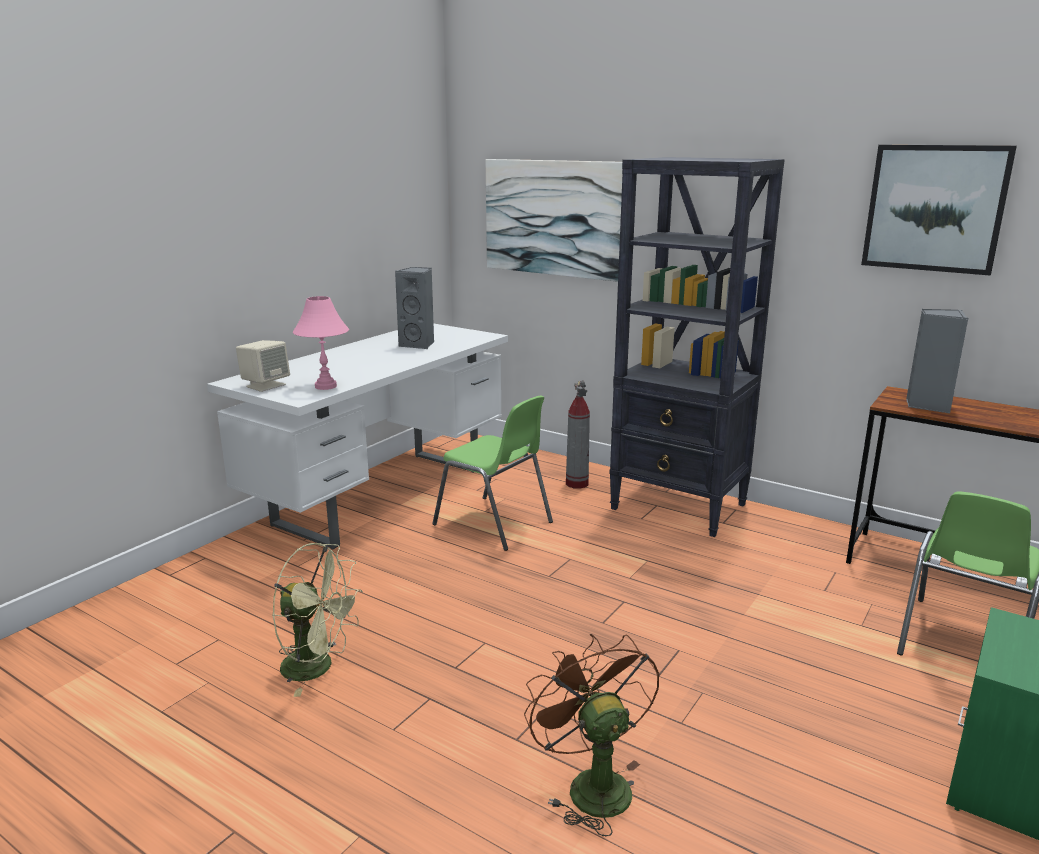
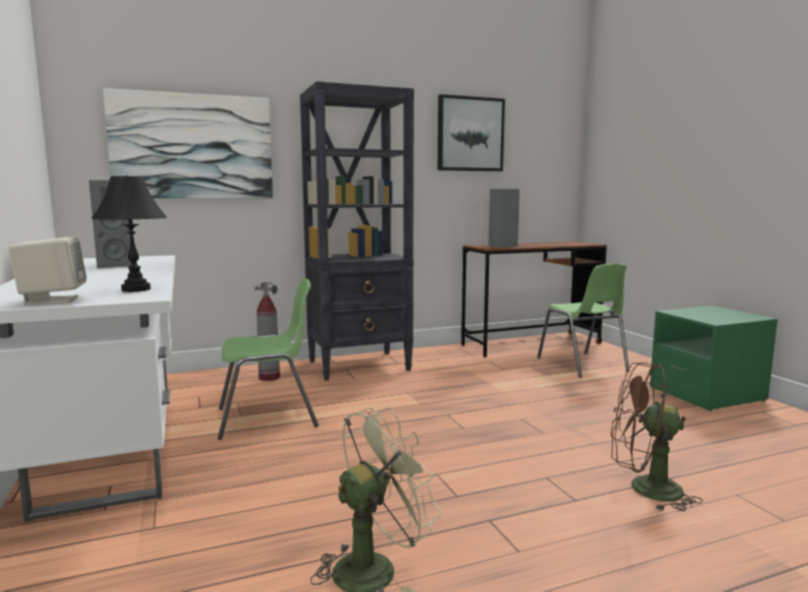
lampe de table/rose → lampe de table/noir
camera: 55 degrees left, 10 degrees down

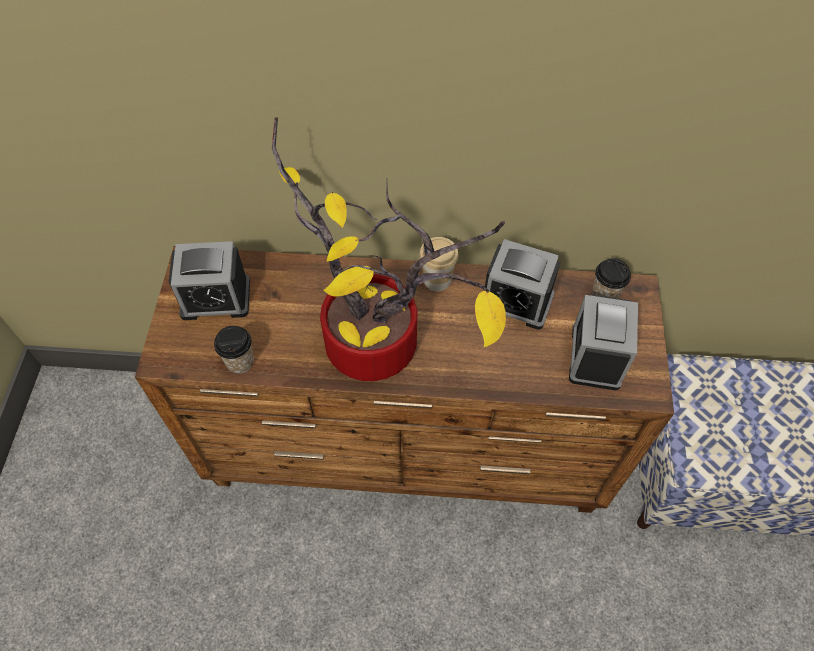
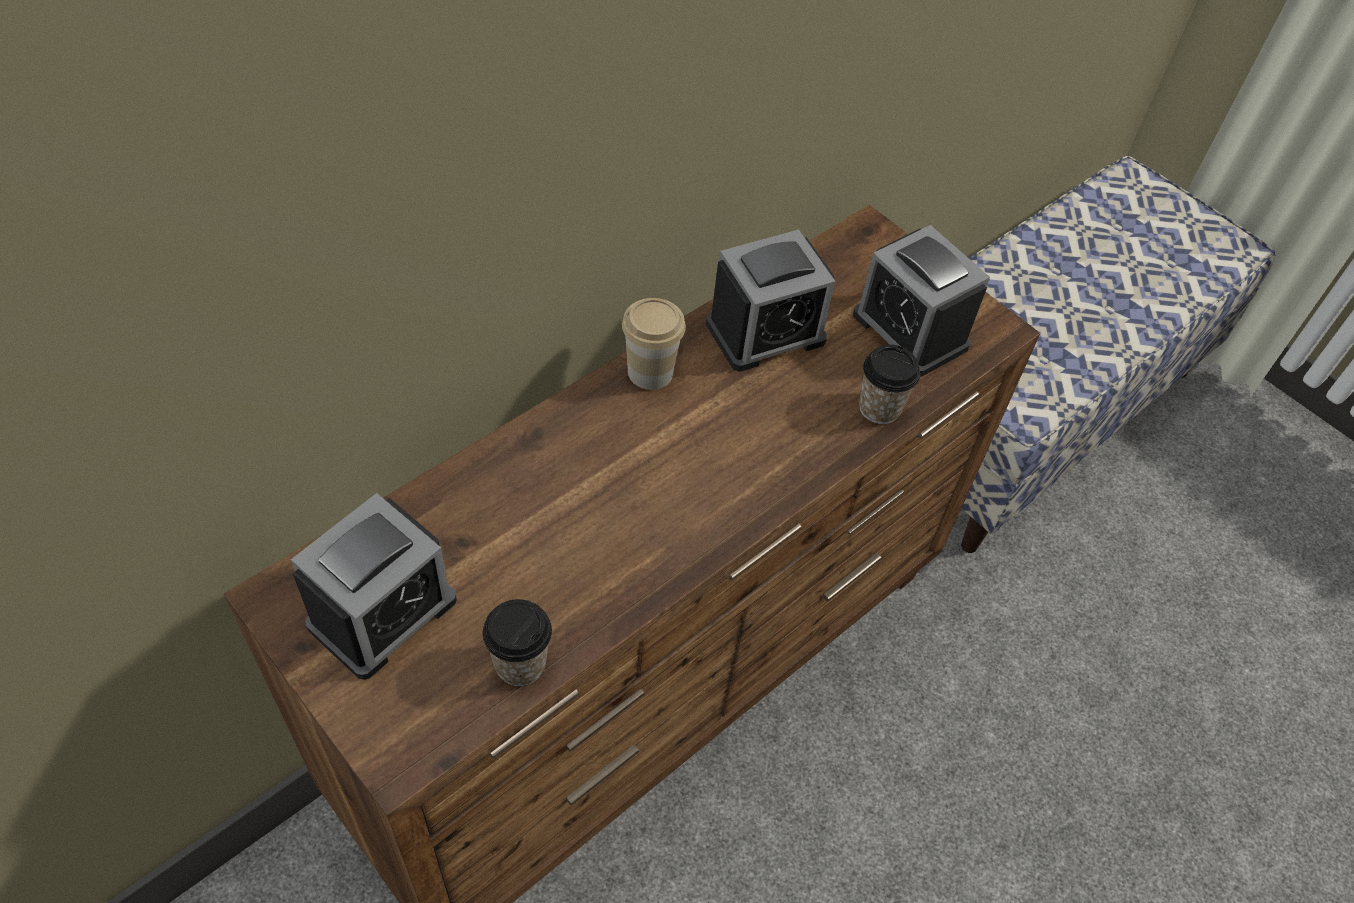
plante en pot → -
tasse (3rd from left), move
camera: 50 degrees left, 5 degrees down

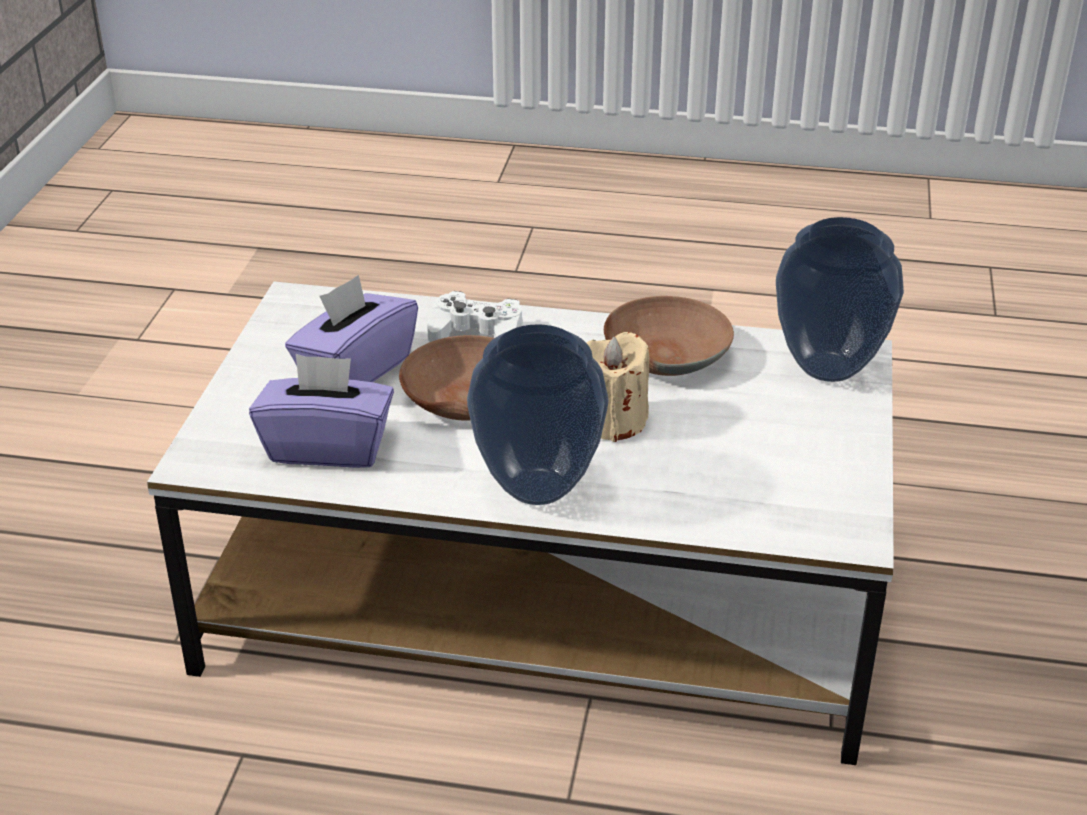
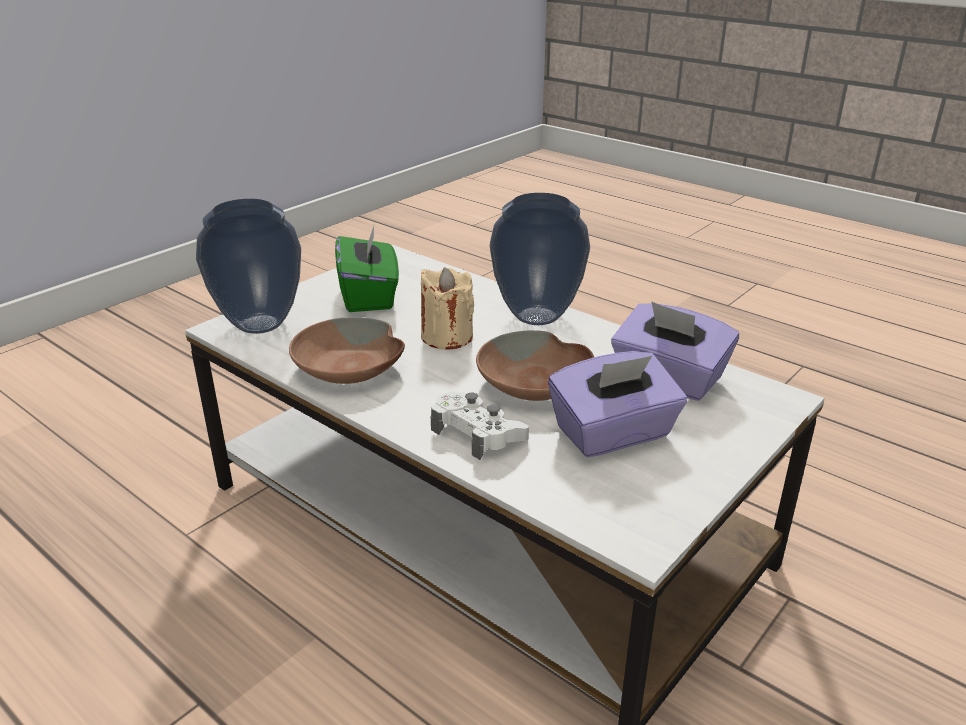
- → boîte à mouchoirs/vert
camera: 150 degrees left, 5 degrees down

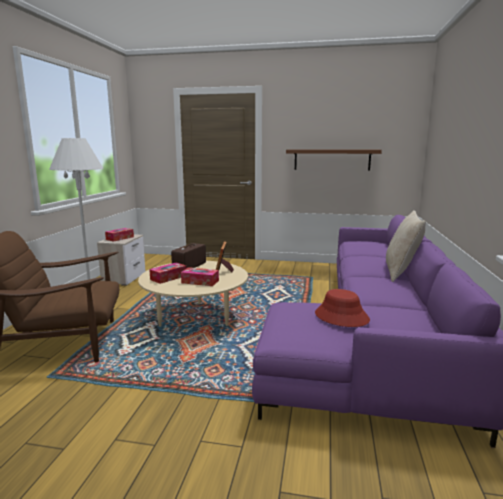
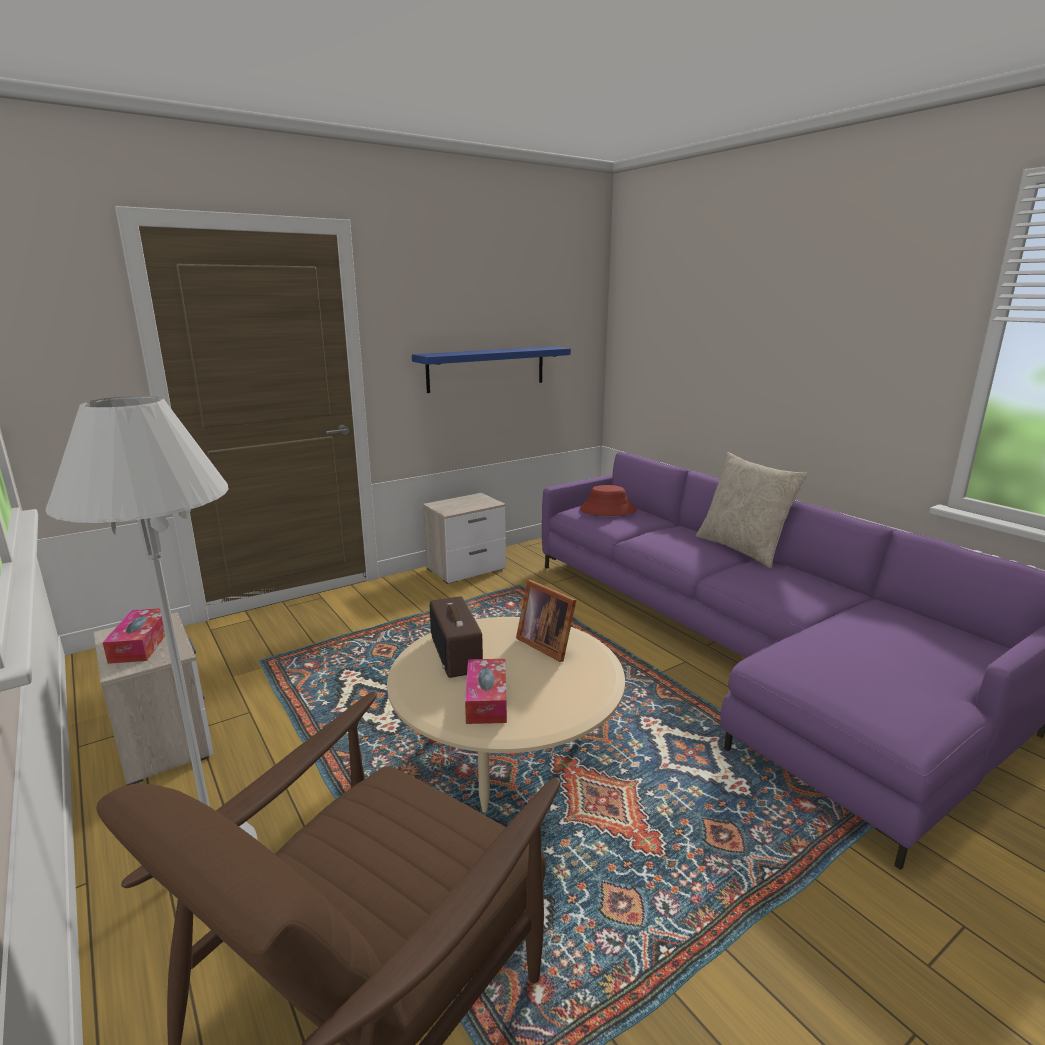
étagère/marron → étagère/bleu
boîte à mouchoirs (3rd from left) → -
chapeau/rouge, move
- → table de chevet (2nd from left)
camera: 45 degrees left, 5 degrees up

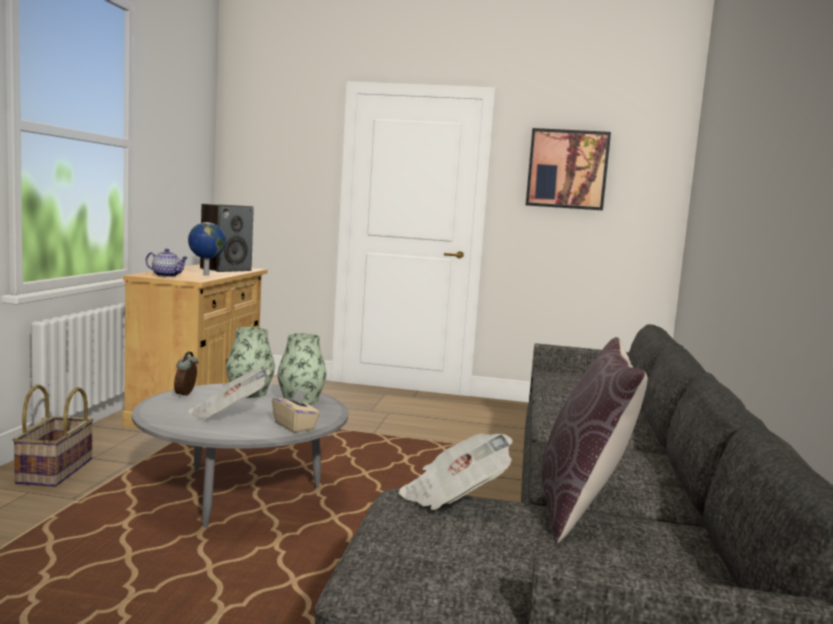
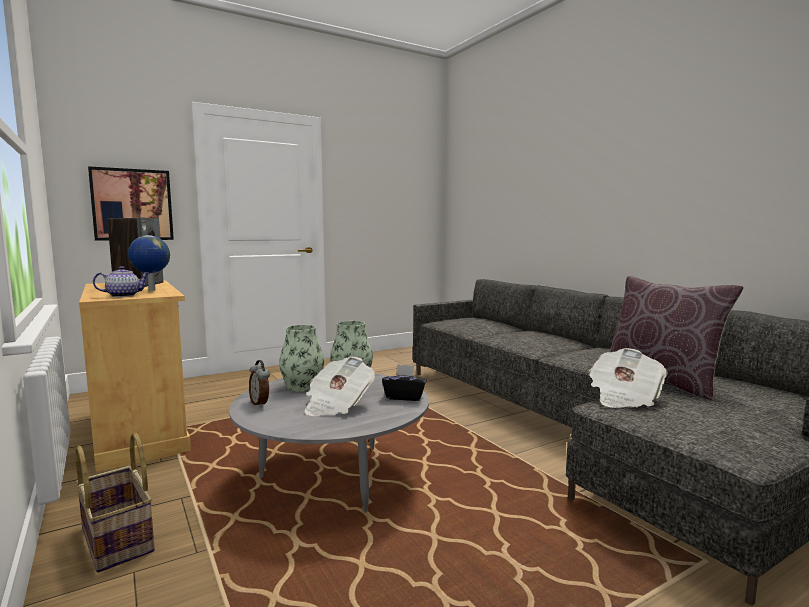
tableau, move
boîte à mouchoirs/beige → boîte à mouchoirs/noir
camera: 40 degrees left, 0 degrees up

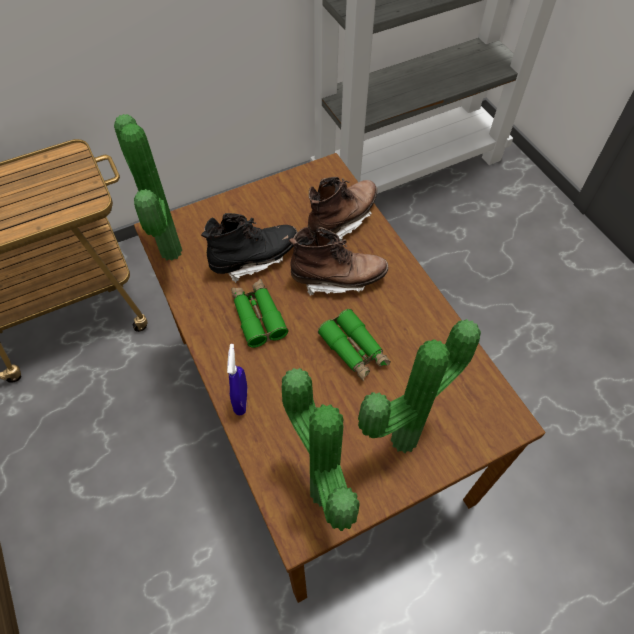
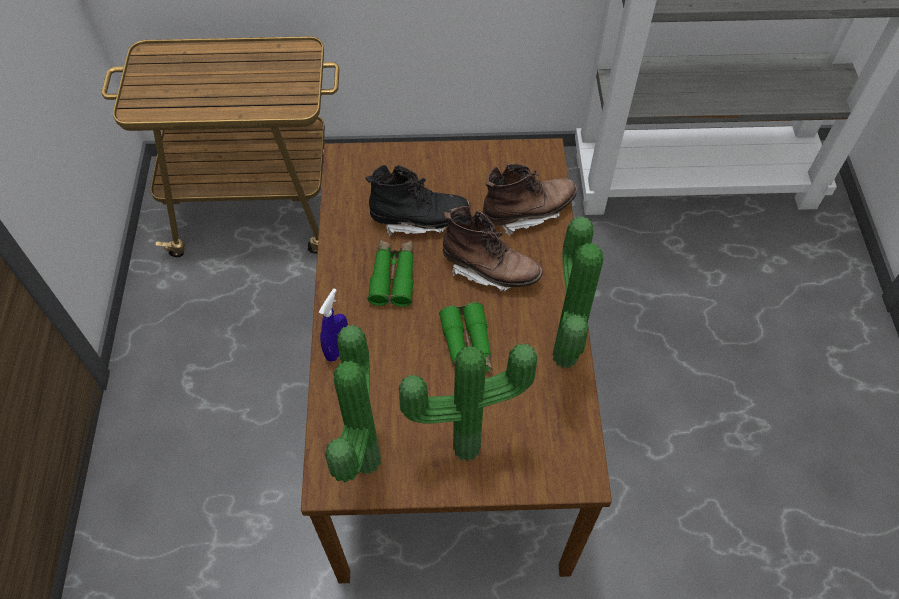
plante en pot (1st from left in the first image) → plante en pot (3rd from left), move
camera: 25 degrees right, 0 degrees up

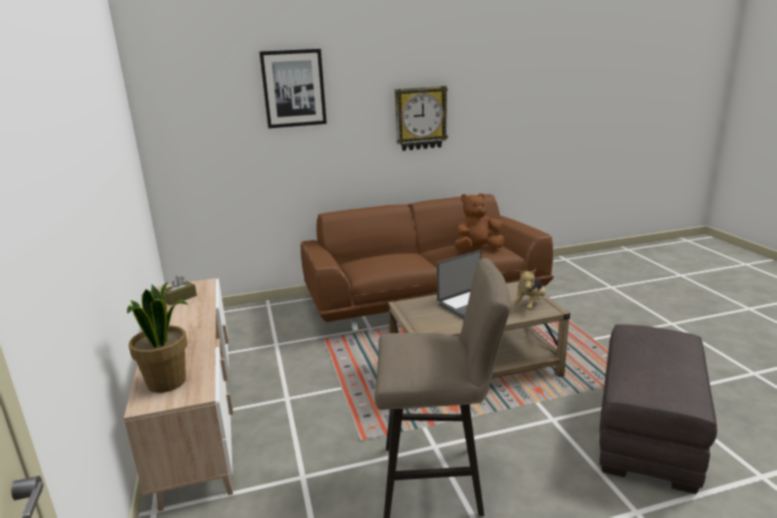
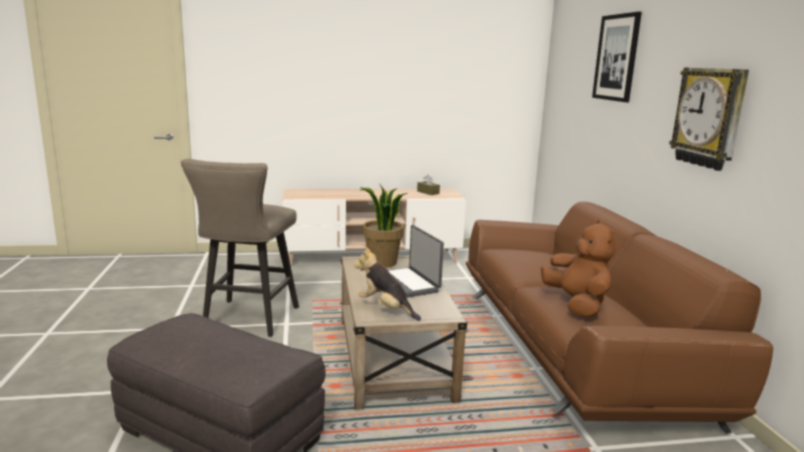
plante en pot, move
camera: 95 degrees right, 5 degrees down

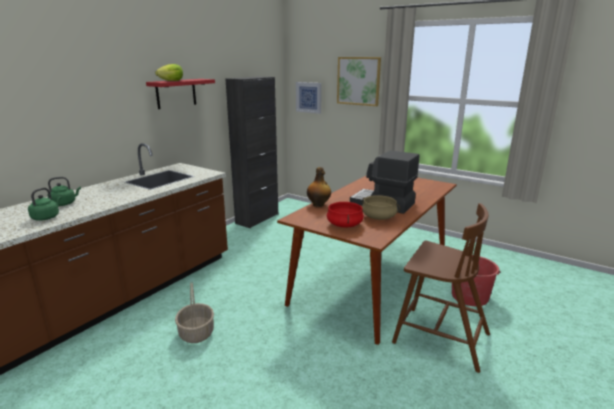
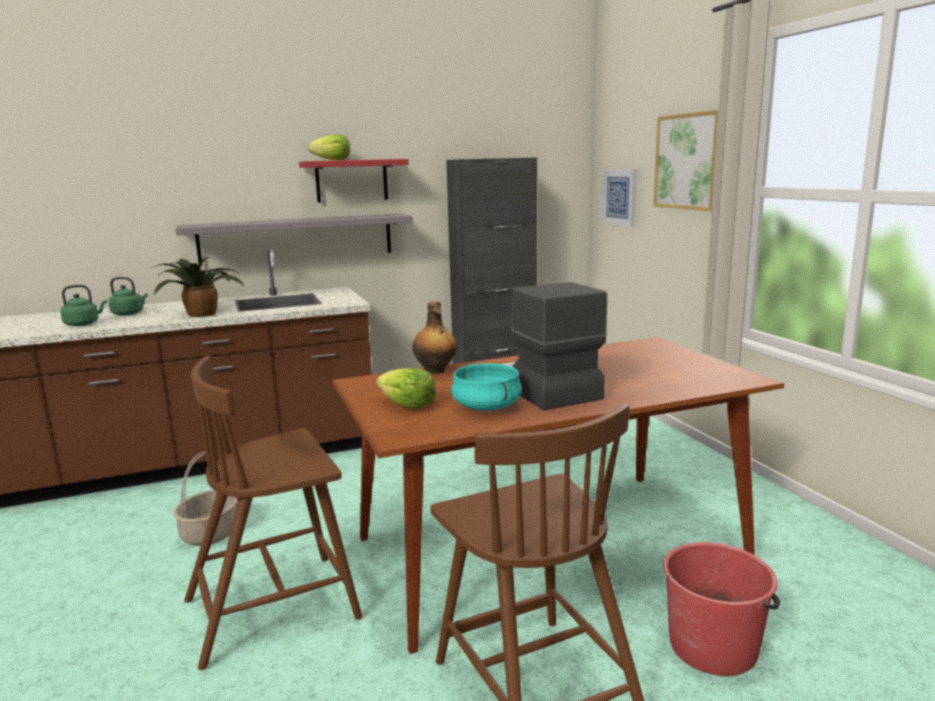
marmite/beige → marmite/turquoise
marmite/rouge → laitue (2nd from left)
- → étagère/gris
- → plante en pot
- → chaise/marron (1st from left)
camera: 35 degrees right, 5 degrees down

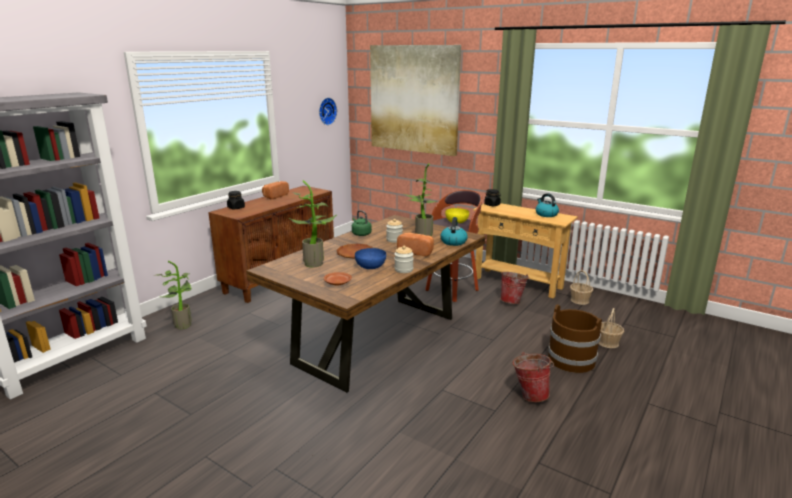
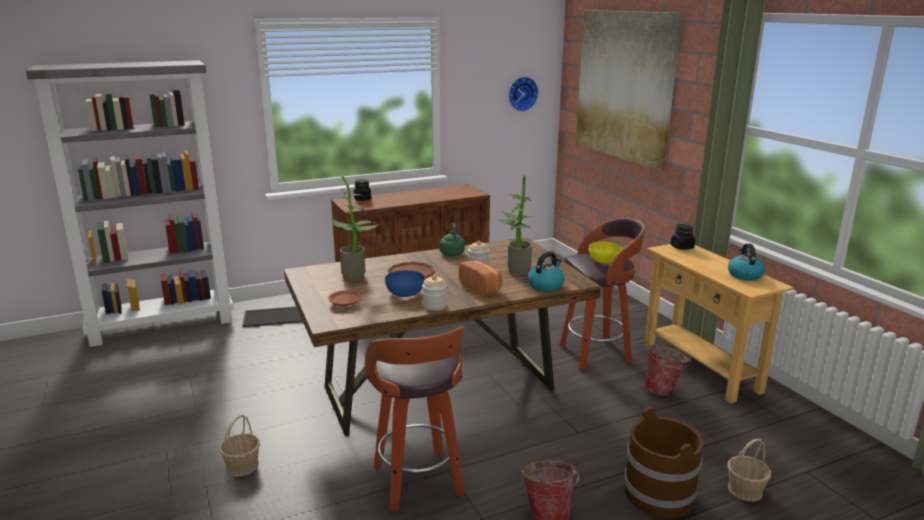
pain (1st from left) → -
plante en pot (1st from left) → plateau
panier (1st from left), move
- → tabouret (1st from left)
camera: 30 degrees right, 0 degrees up

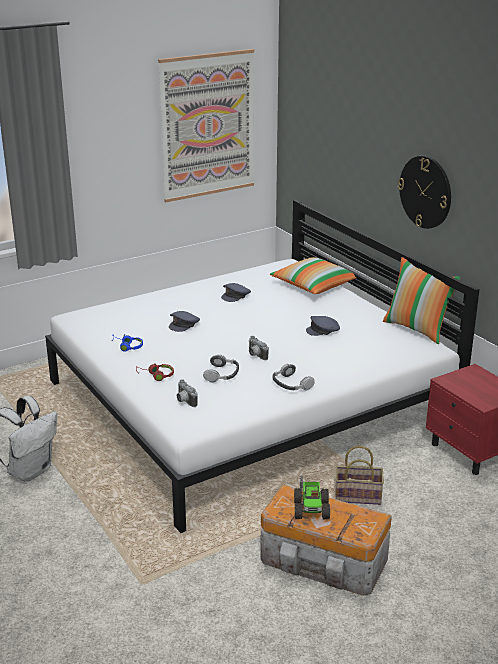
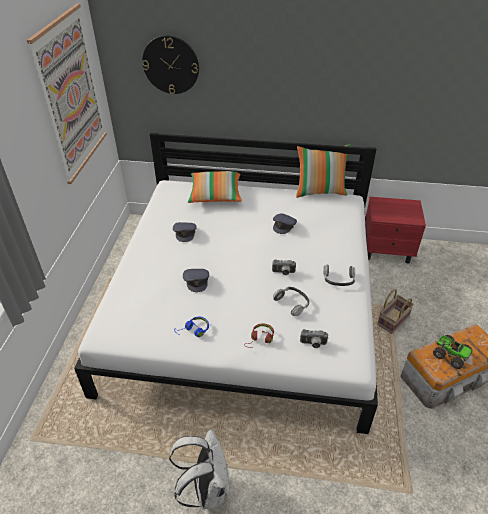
horloge murale, move
camera: 50 degrees left, 15 degrees up

